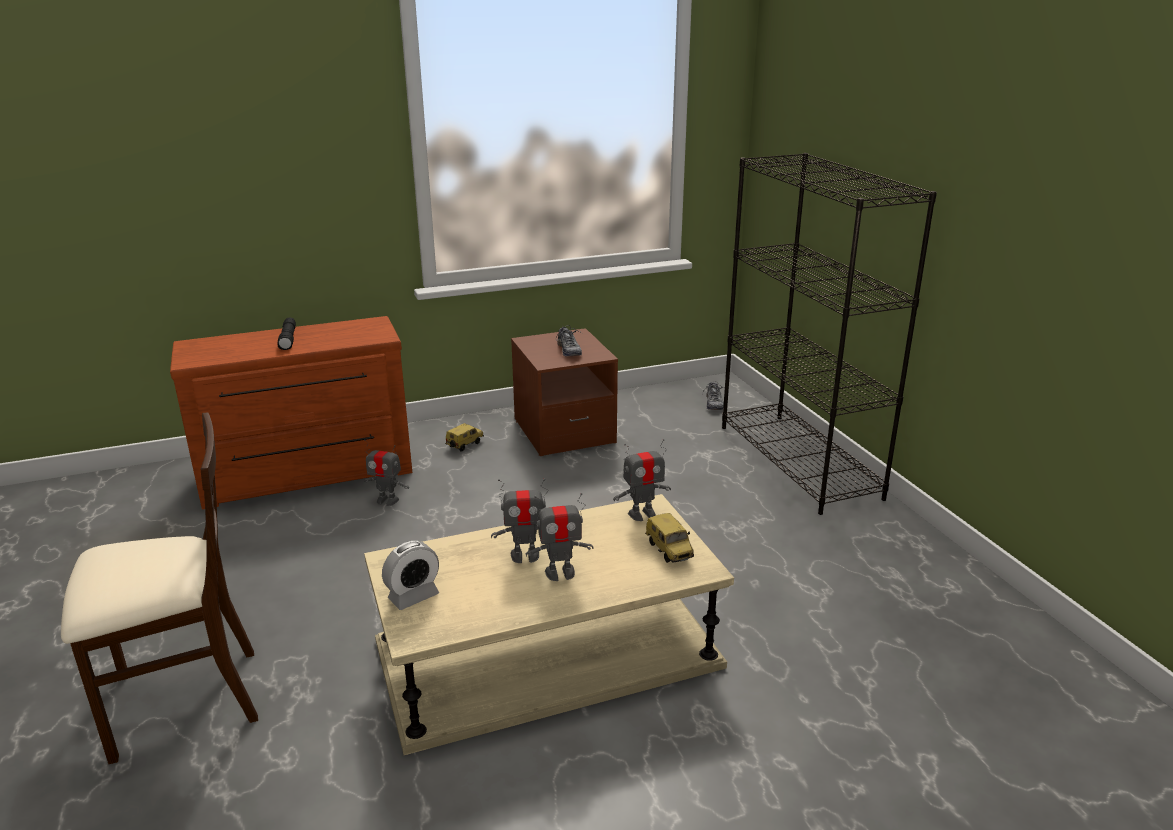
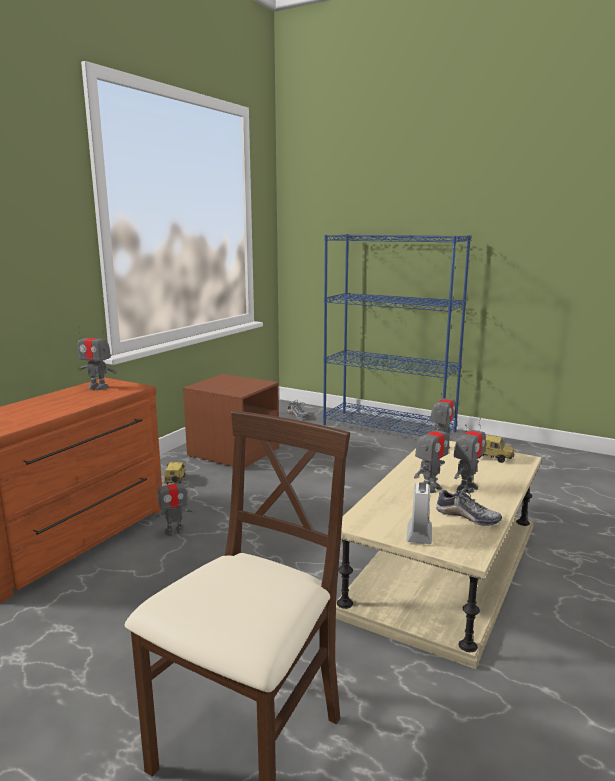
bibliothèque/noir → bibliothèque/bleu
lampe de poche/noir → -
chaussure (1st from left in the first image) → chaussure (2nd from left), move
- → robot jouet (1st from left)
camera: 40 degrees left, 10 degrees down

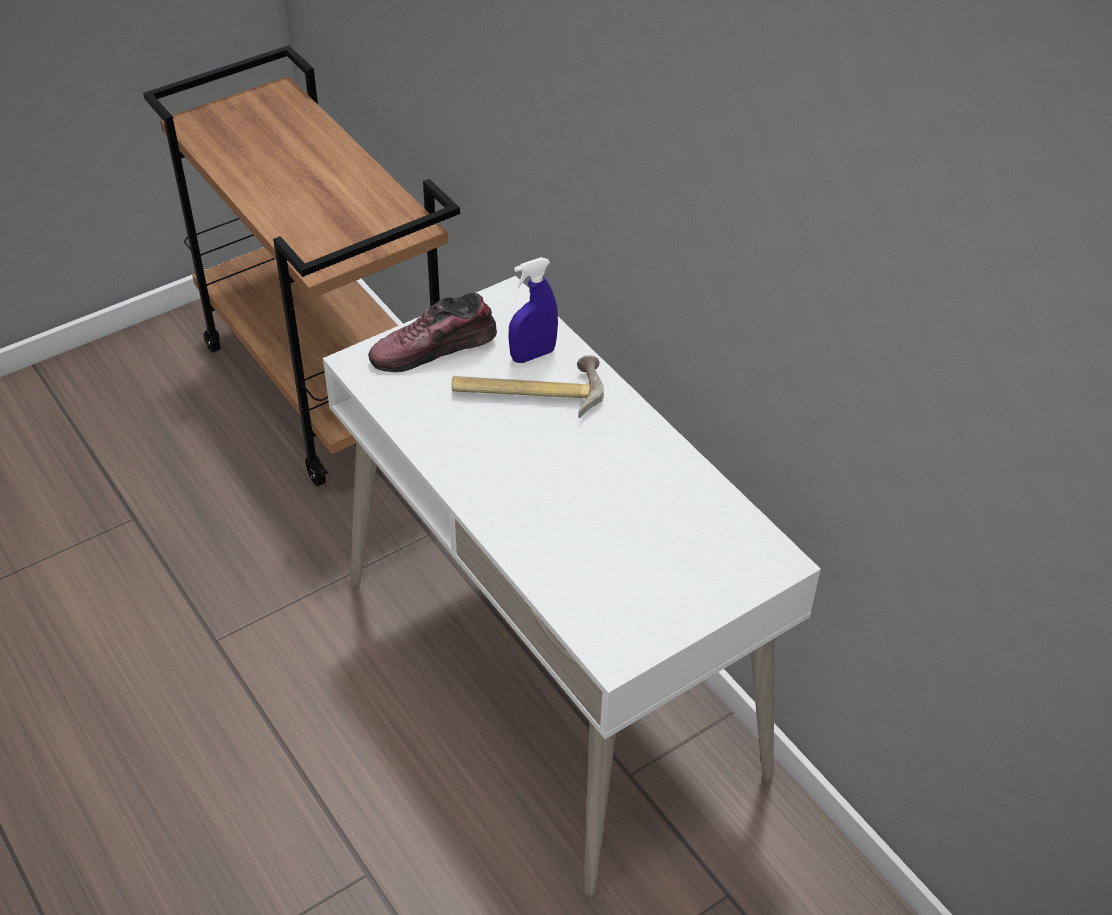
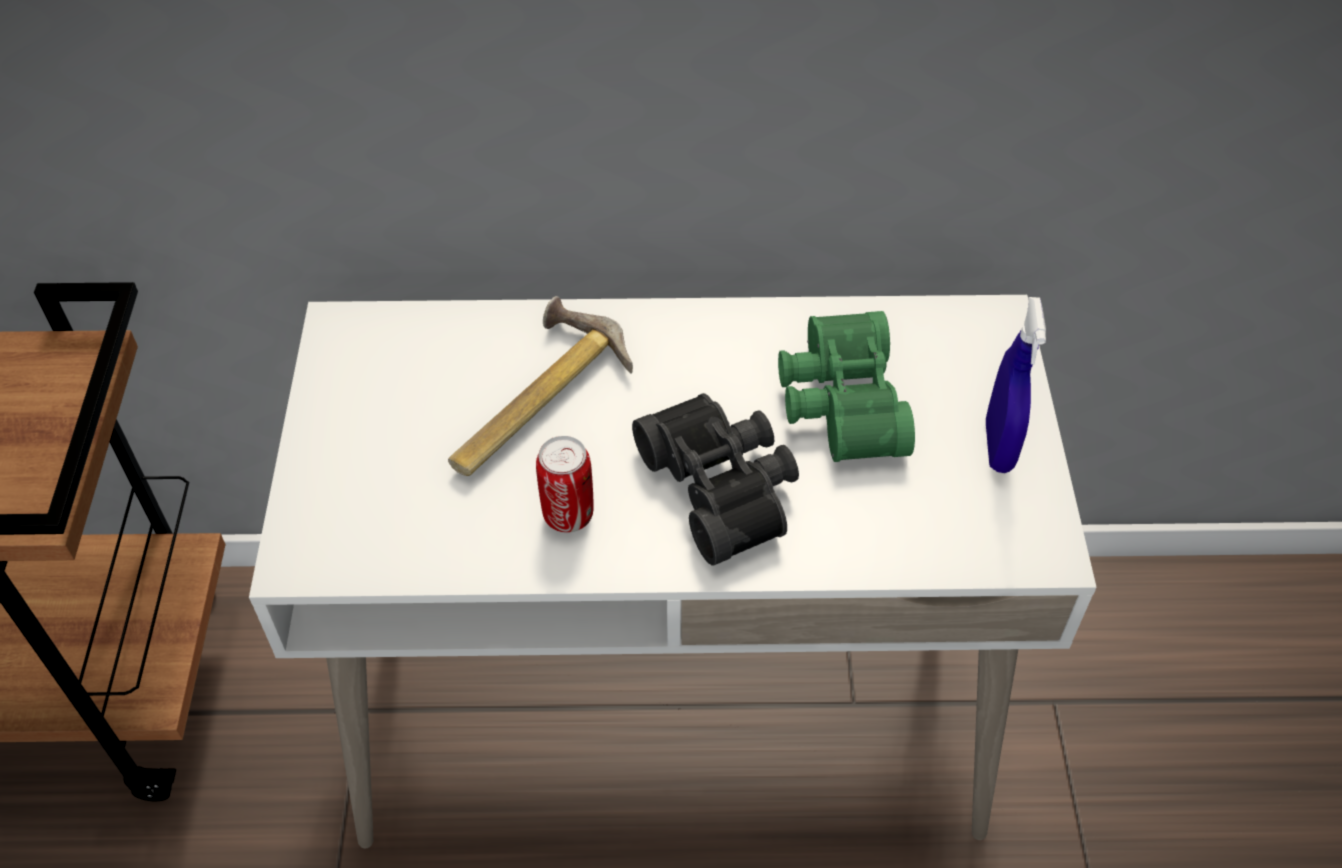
vaporisateur/bleu, move
chaussure → -
- → jumelles/vert
- → jumelles/noir
- → boîte métallique
camera: 55 degrees left, 5 degrees up

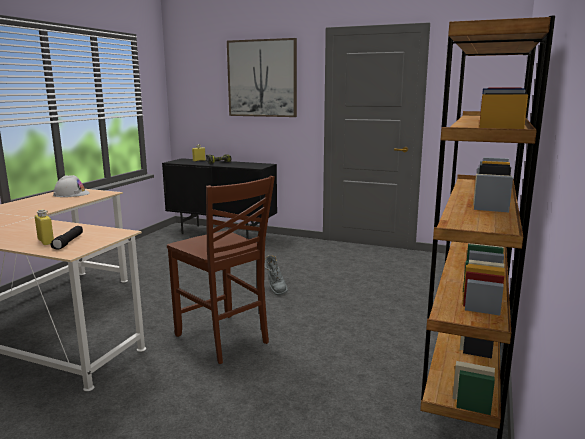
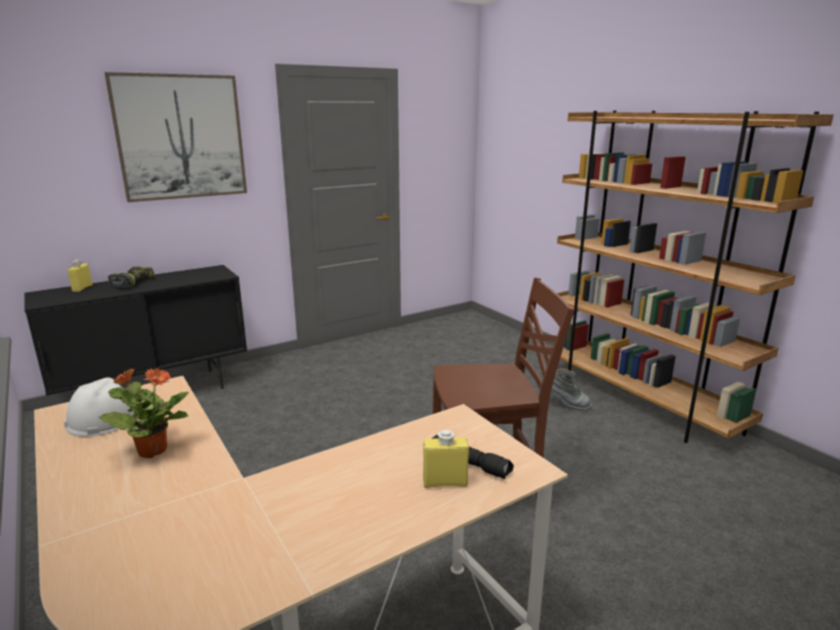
botte/gris, move
- → plante en pot
camera: 55 degrees left, 5 degrees up

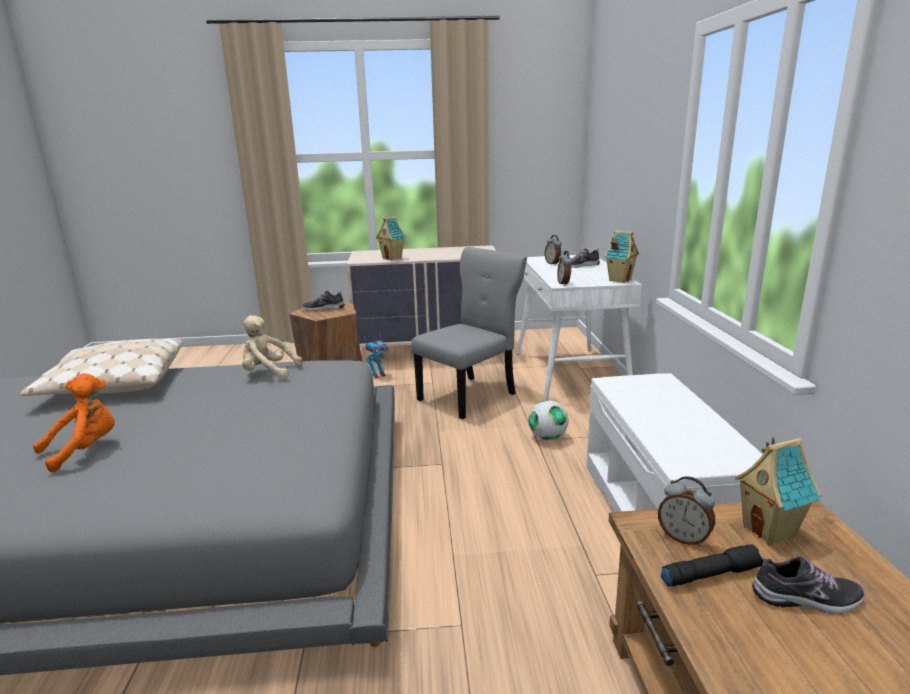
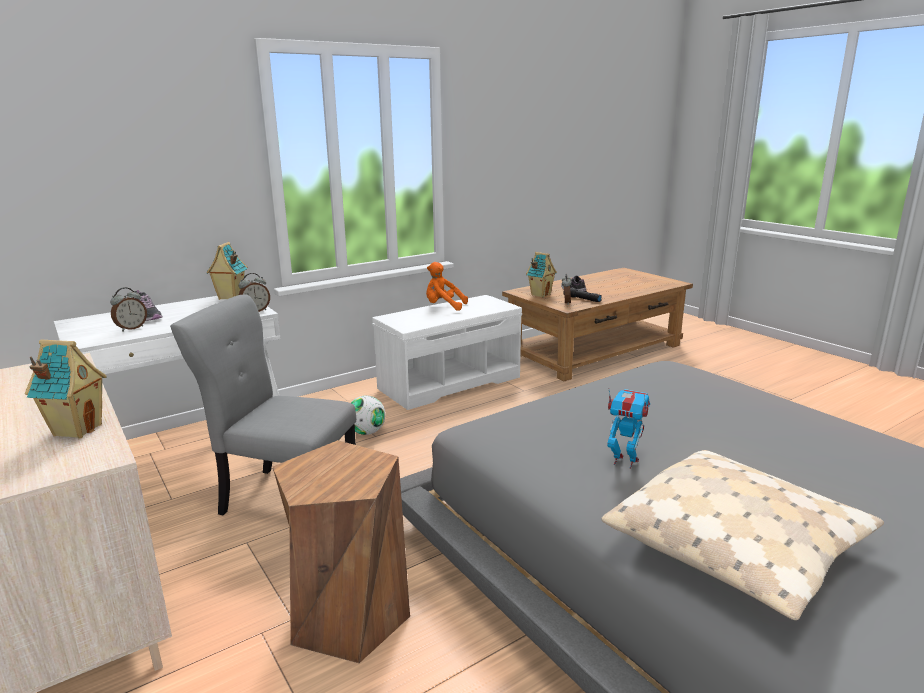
chaussure (1st from left) → -
peluche/beige → -
robot jouet, move
peluche/orange, move
camera: 120 degrees left, 0 degrees up

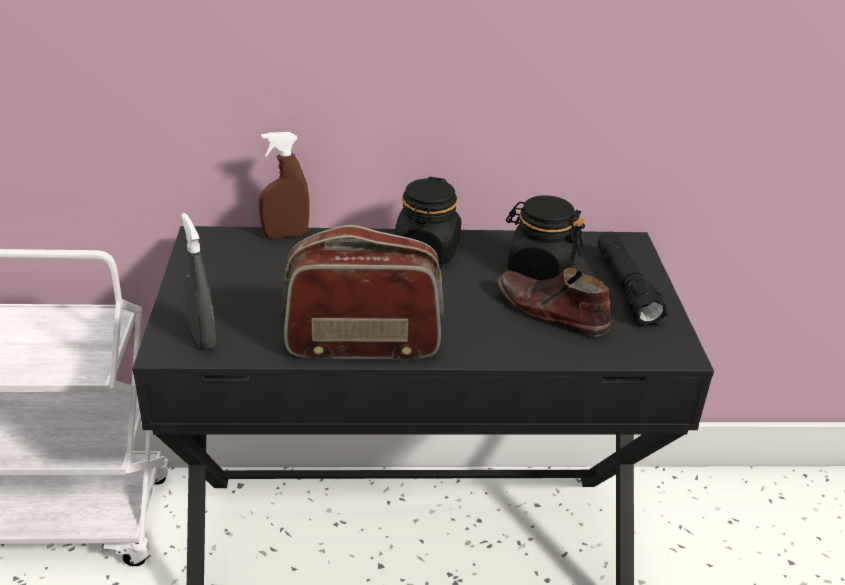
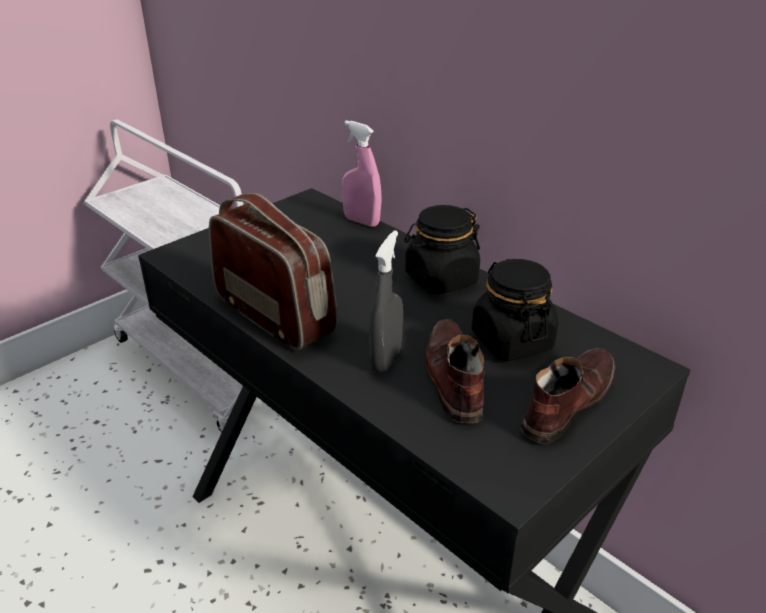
vaporisateur/marron → vaporisateur/rose
vaporisateur/gris, move
lampe de poche/noir → chaussure/marron (2nd from left)
camera: 50 degrees right, 0 degrees up

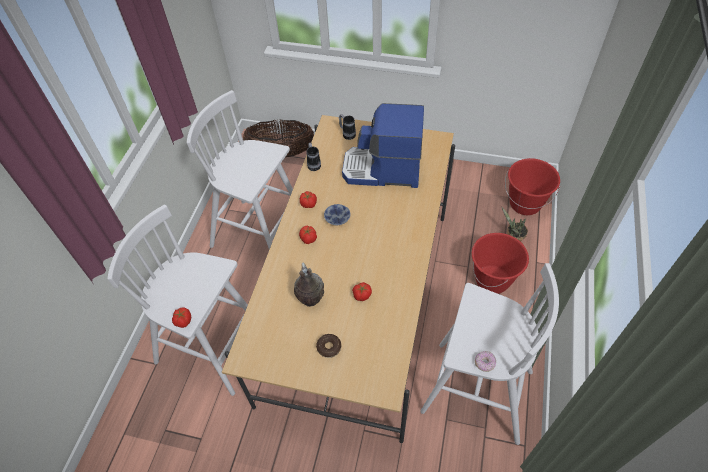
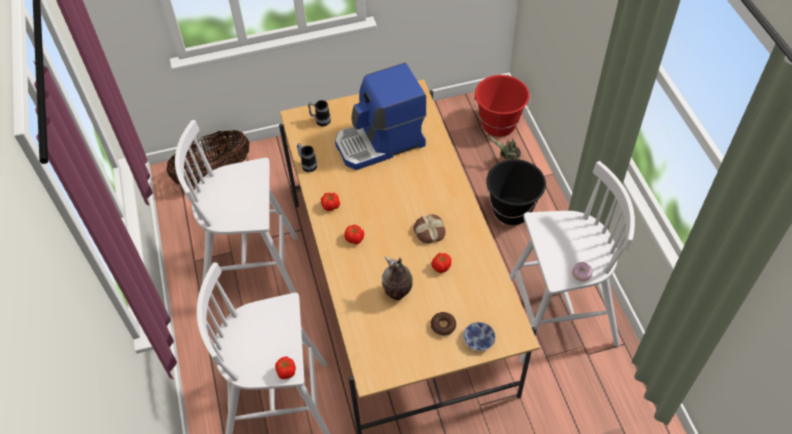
bol, move
seau/rouge (1st from left) → seau/noir
- → pain
camera: 30 degrees left, 0 degrees up

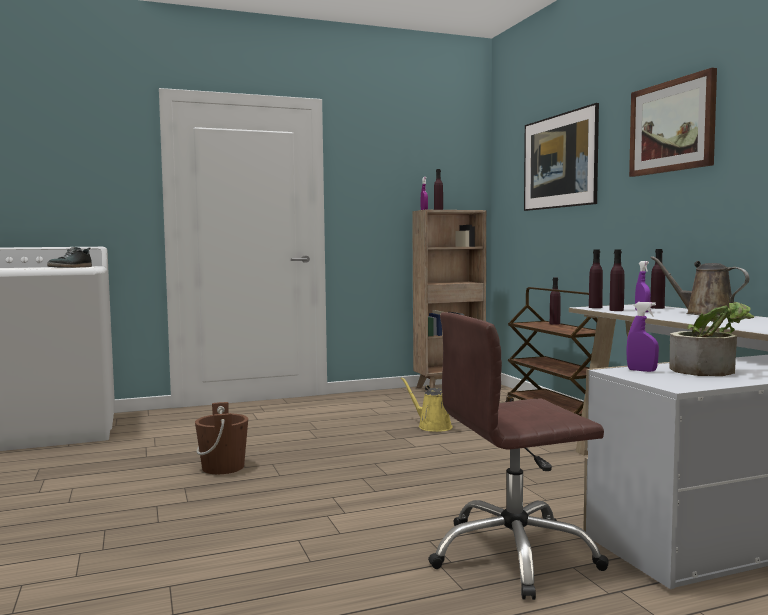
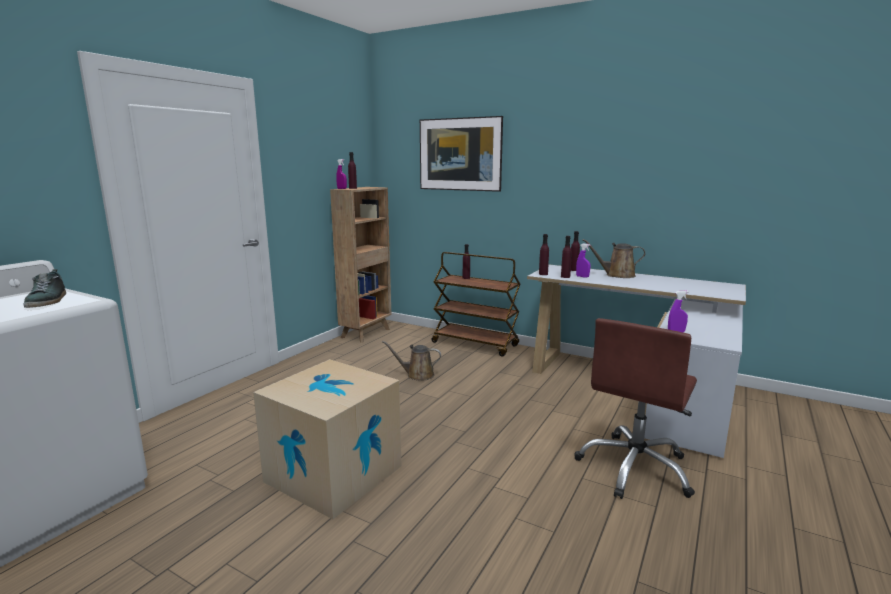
tableau (2nd from left) → -
plante en pot → -
arrosoir/jaune → arrosoir/marron (1st from left)
seau/marron → carton
camera: 40 degrees left, 10 degrees up

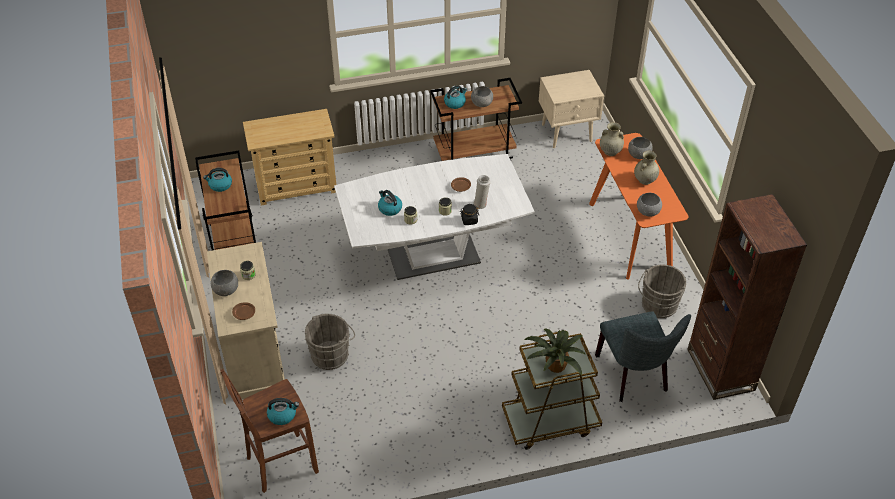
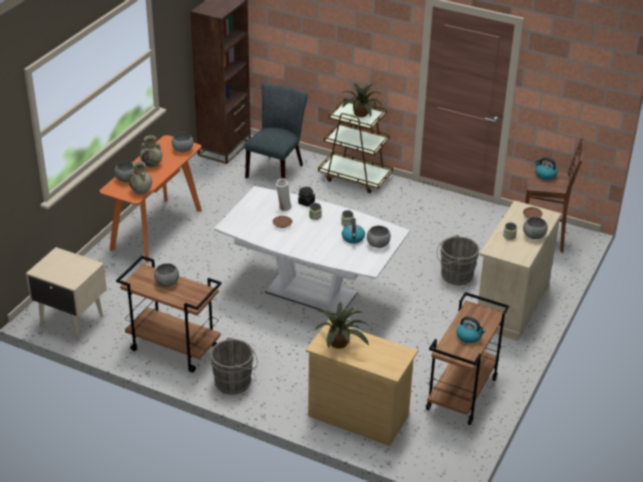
bouilloire (4th from left) → -
seau/gris (2nd from left in the first image) → seau/gris (1st from left), move
- → bol/gris (4th from left)
- → plante en pot (1st from left)
camera: 140 degrees left, 10 degrees down

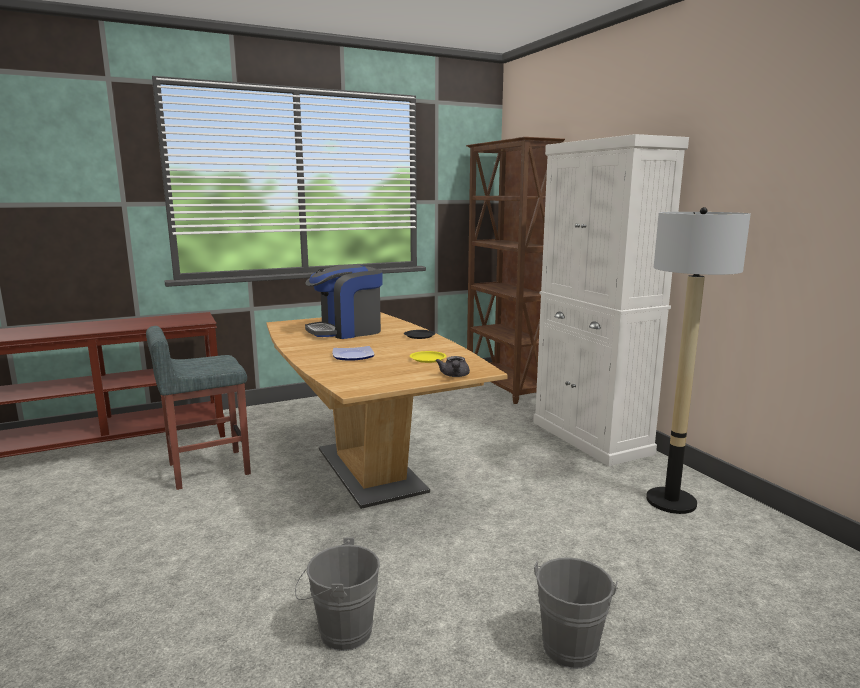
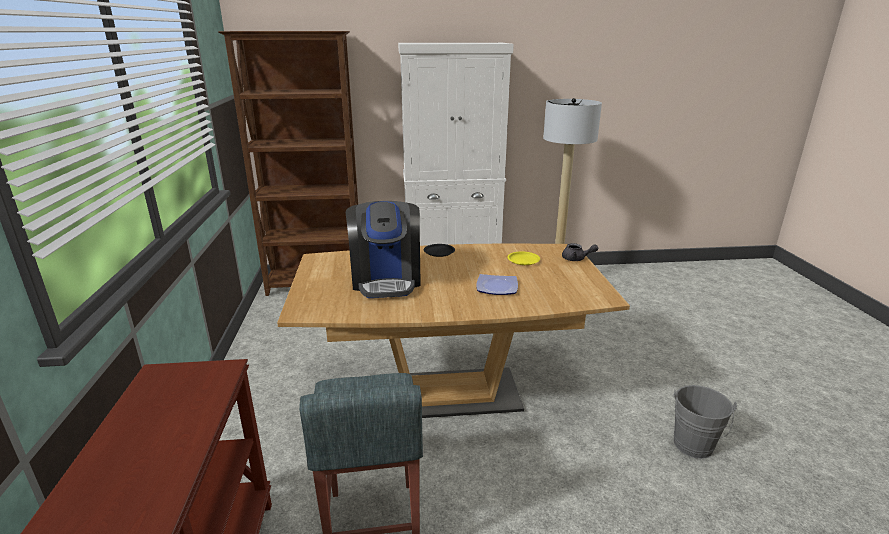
seau/gris (2nd from left) → -
camera: 70 degrees left, 10 degrees up

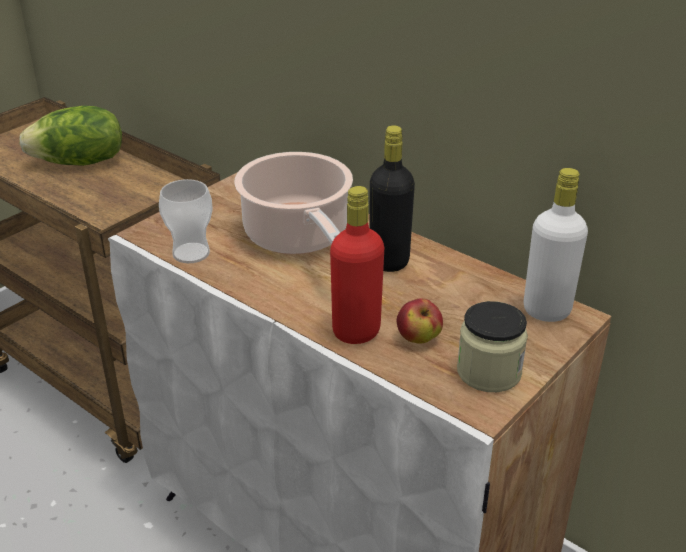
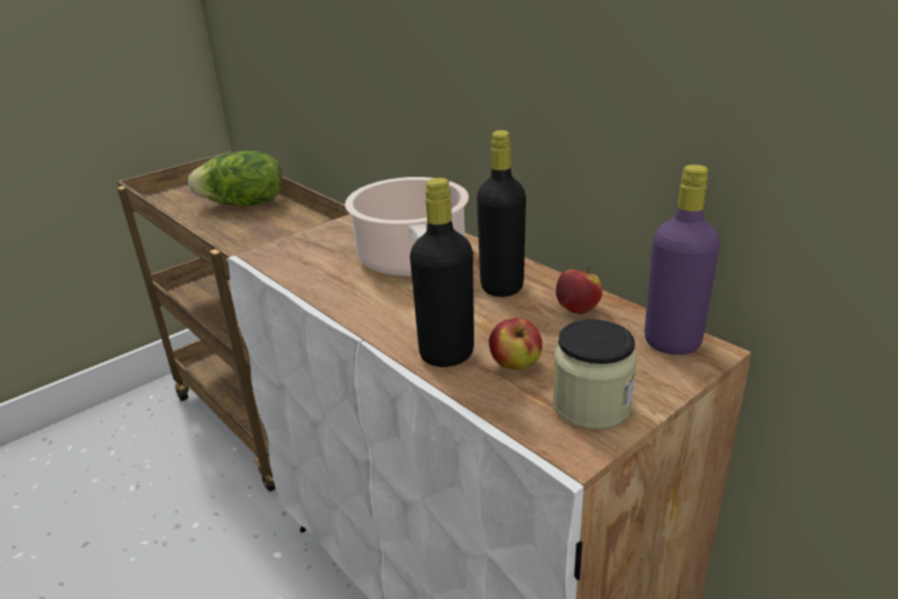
bouteille/blanc → bouteille/violet
tasse → -
bouteille/rouge → bouteille/noir (1st from left)
- → pomme (2nd from left)
camera: 10 degrees right, 5 degrees down

